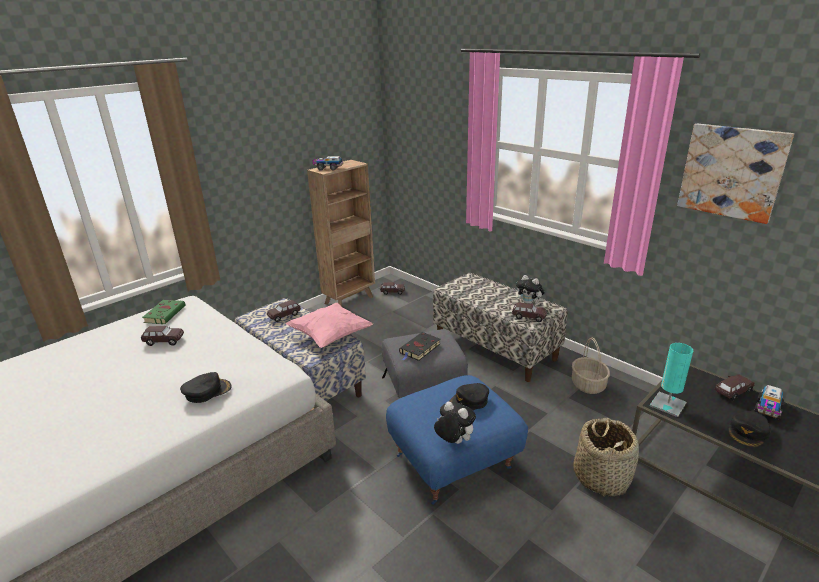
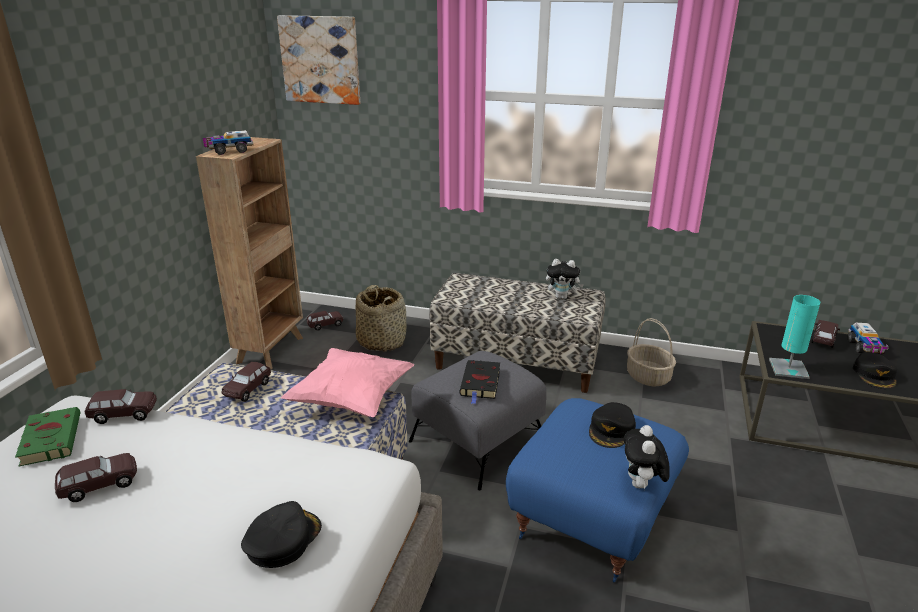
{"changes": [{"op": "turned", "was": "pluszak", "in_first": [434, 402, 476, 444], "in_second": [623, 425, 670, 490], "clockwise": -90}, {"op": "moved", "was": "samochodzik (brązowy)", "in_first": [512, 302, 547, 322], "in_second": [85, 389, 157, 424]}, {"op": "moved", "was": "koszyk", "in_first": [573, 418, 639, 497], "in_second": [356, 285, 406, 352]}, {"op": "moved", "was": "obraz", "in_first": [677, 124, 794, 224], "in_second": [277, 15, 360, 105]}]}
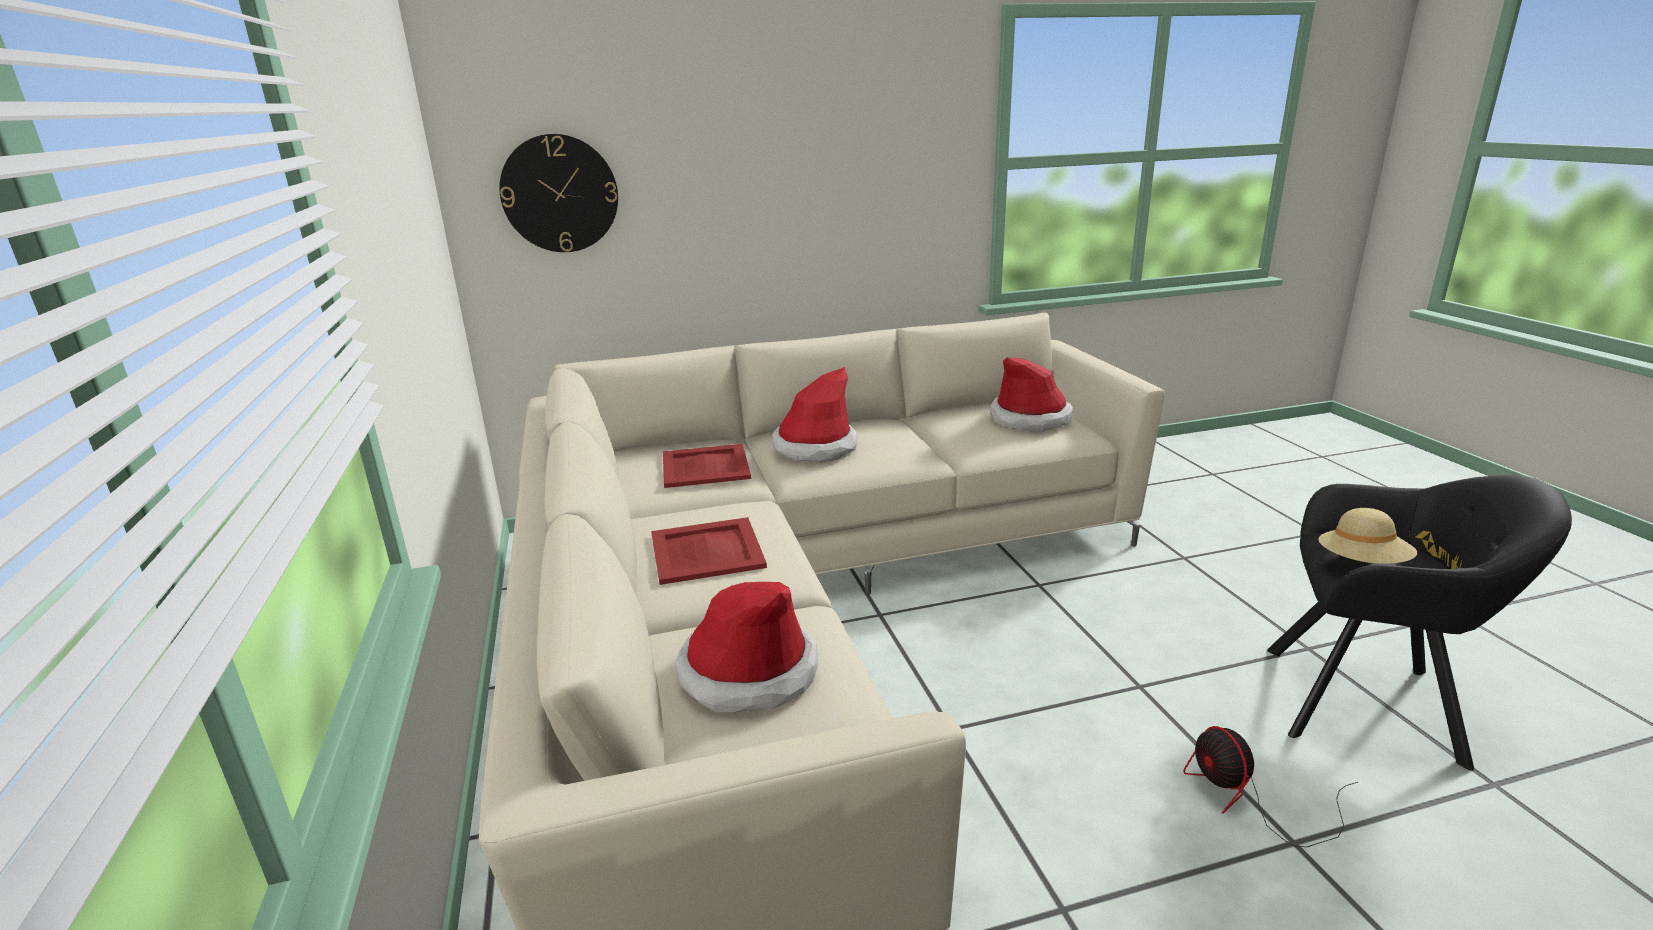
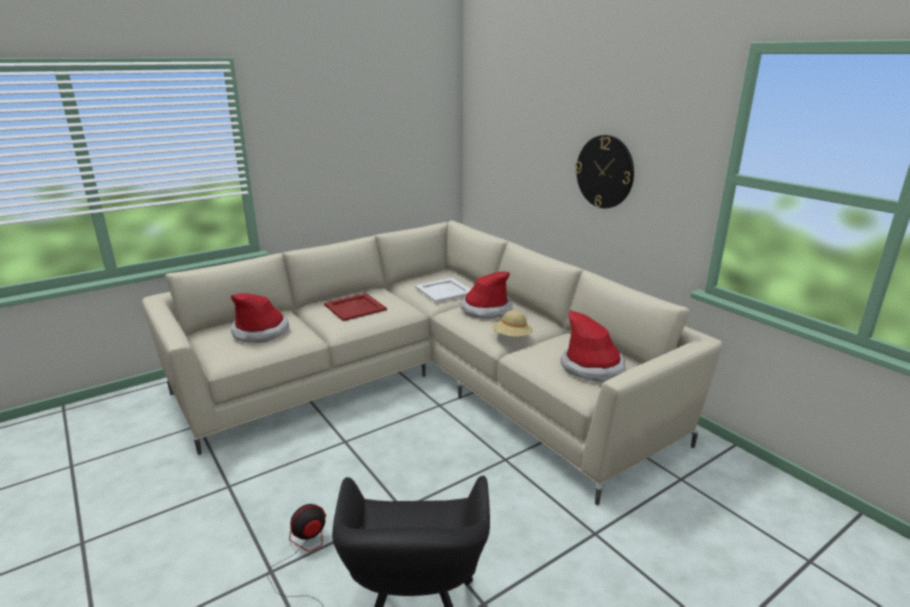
{"changes": [{"op": "moved", "was": "zegar ścienny", "in_first": [499, 134, 618, 252], "in_second": [575, 135, 634, 208]}, {"op": "recoloured", "was": "taca (czerwony)", "now": "taca (biały)", "in_first": [663, 444, 751, 488], "in_second": [415, 278, 471, 302]}, {"op": "moved", "was": "kapelusz (beżowy)", "in_first": [1318, 508, 1417, 564], "in_second": [492, 310, 533, 337]}]}
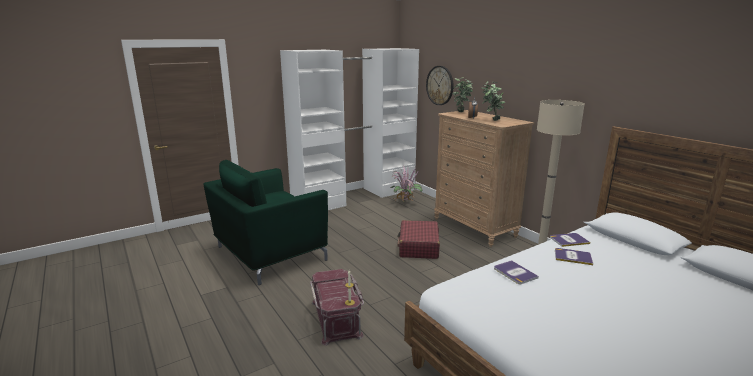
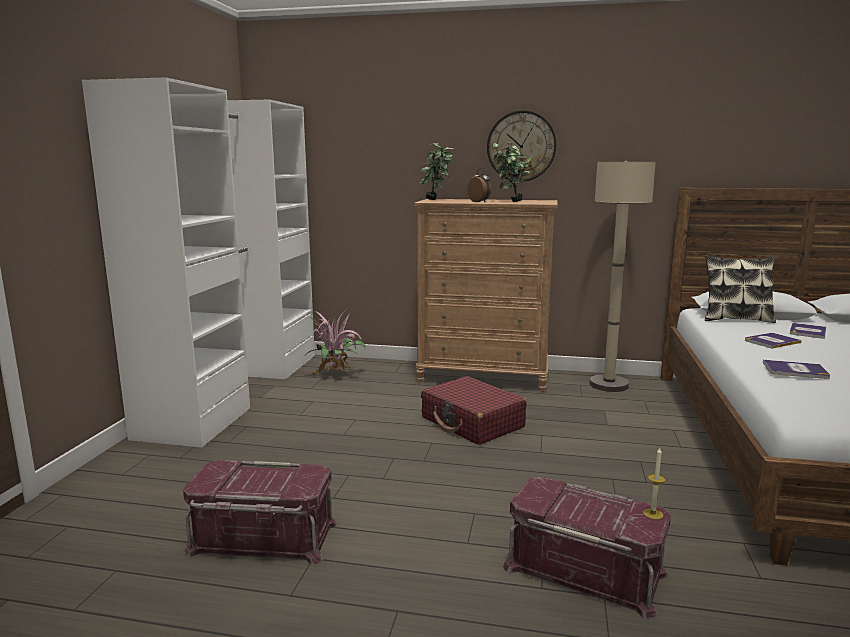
{"changes": [{"op": "replaced", "was": "fotel (zielony)", "now": "pojemnik do przechowywania (czerwony)", "in_first": [204, 160, 328, 285], "in_second": [183, 460, 337, 565]}, {"op": "moved", "was": "zegar ścienny", "in_first": [426, 66, 454, 105], "in_second": [487, 110, 556, 181]}, {"op": "moved", "was": "książka", "in_first": [550, 233, 590, 247], "in_second": [790, 323, 826, 339]}, {"op": "added", "now": "poduszka", "in_second": [705, 255, 776, 323]}]}
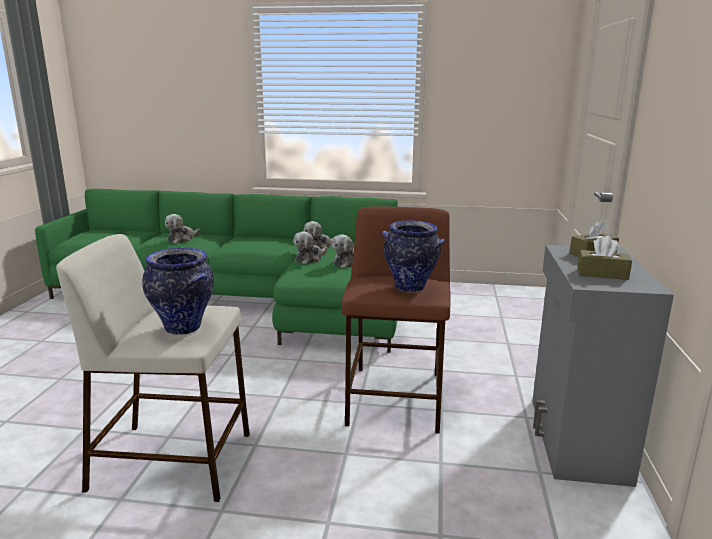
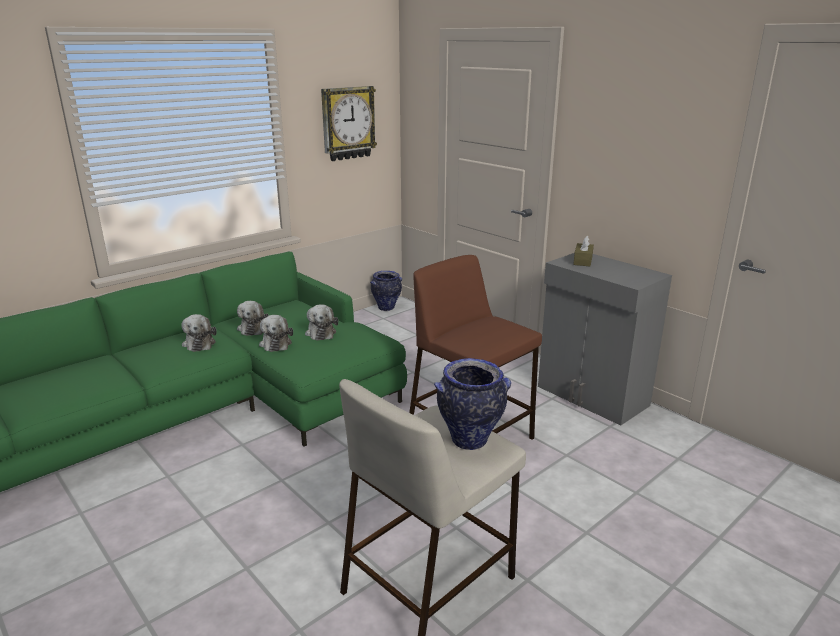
{"changes": [{"op": "moved", "was": "pluszak", "in_first": [165, 214, 201, 243], "in_second": [182, 314, 217, 352]}, {"op": "moved", "was": "wazon", "in_first": [382, 220, 445, 293], "in_second": [370, 271, 402, 311]}, {"op": "removed", "was": "pudełko chusteczek (brązowy)", "in_first": [577, 236, 632, 280]}, {"op": "added", "now": "zegar ścienny", "in_second": [321, 86, 377, 161]}]}
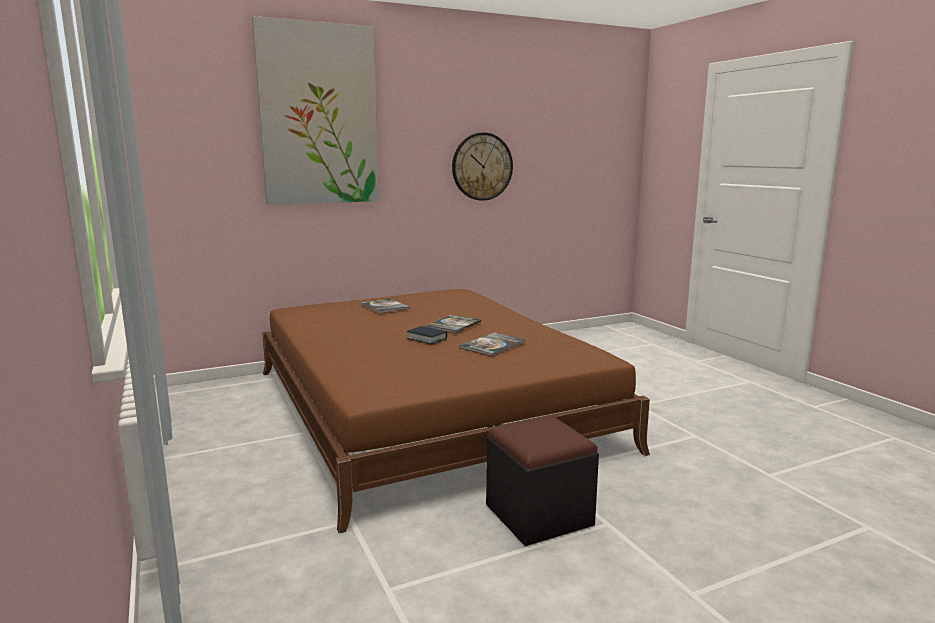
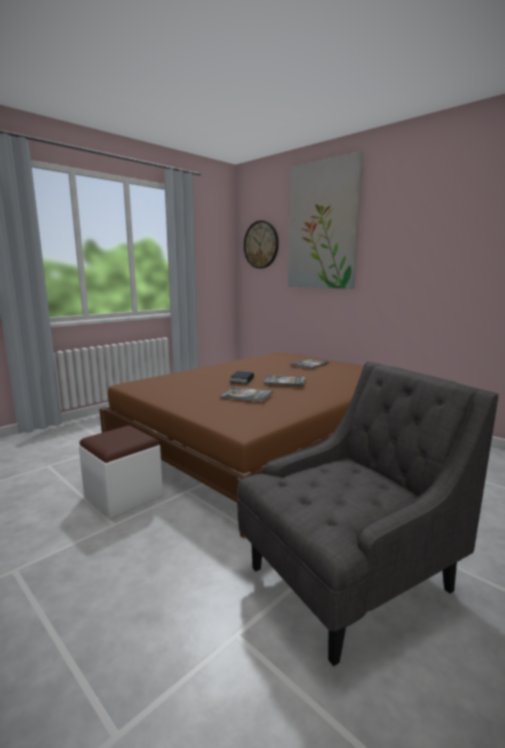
{"changes": [{"op": "moved", "was": "zegar ścienny", "in_first": [452, 133, 513, 201], "in_second": [244, 220, 279, 269]}, {"op": "recoloured", "was": "pufa (czarny)", "now": "pufa (biały)", "in_first": [486, 416, 599, 546], "in_second": [79, 425, 163, 518]}, {"op": "added", "now": "fotel (szary)", "in_second": [237, 362, 499, 666]}]}
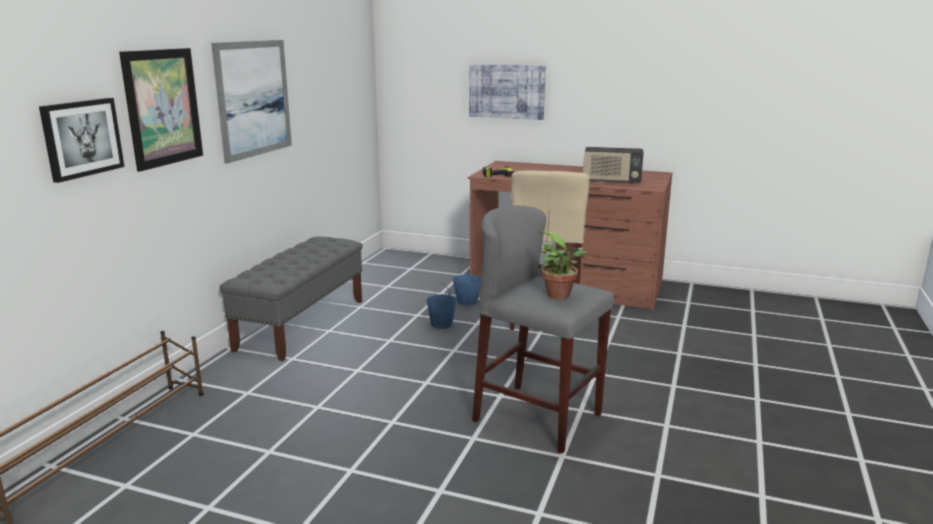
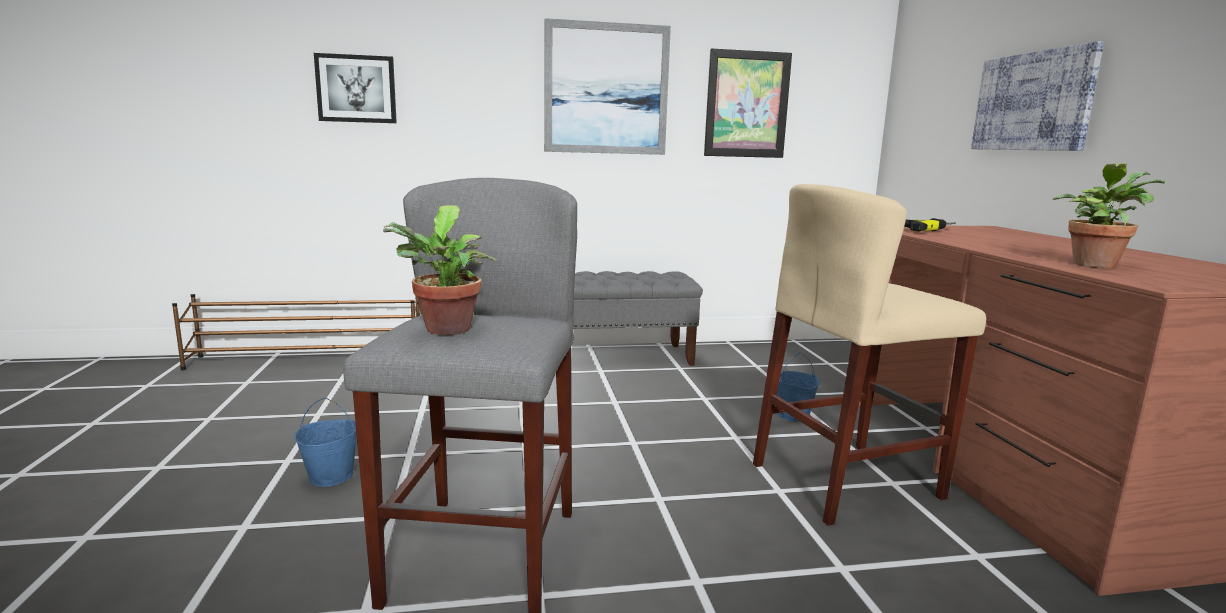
{"changes": [{"op": "moved", "was": "obraz", "in_first": [119, 48, 203, 172], "in_second": [704, 48, 792, 158]}, {"op": "moved", "was": "wiadro (niebieski)", "in_first": [426, 283, 457, 329], "in_second": [294, 397, 357, 487]}, {"op": "replaced", "was": "radio", "now": "roślina doniczkowa", "in_first": [583, 147, 643, 184], "in_second": [1053, 163, 1165, 268]}]}
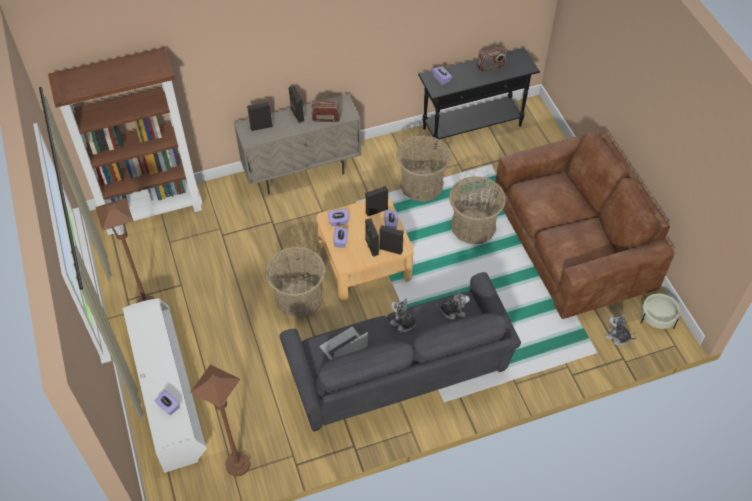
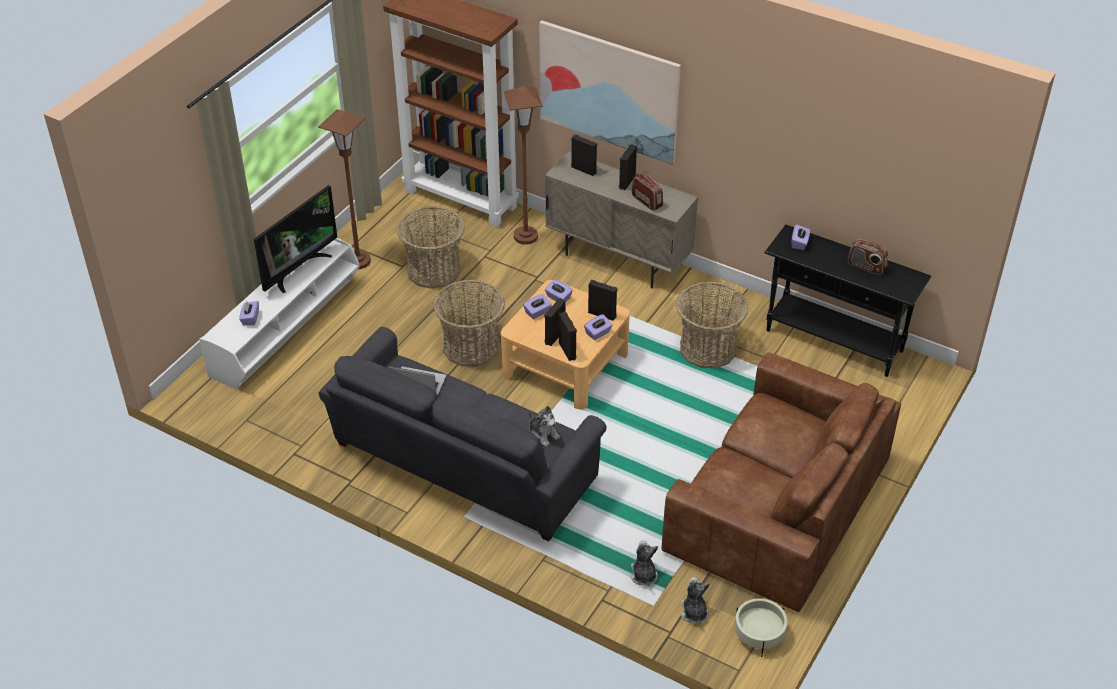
{"changes": [{"op": "moved", "was": "lampa stojąca (brązowy)", "in_first": [190, 364, 250, 476], "in_second": [504, 86, 543, 245]}, {"op": "moved", "was": "pluszak", "in_first": [390, 298, 420, 332], "in_second": [630, 540, 658, 586]}, {"op": "moved", "was": "koszyk", "in_first": [449, 176, 506, 244], "in_second": [397, 206, 465, 289]}, {"op": "added", "now": "telewizor", "in_second": [254, 185, 337, 293]}, {"op": "added", "now": "obraz", "in_second": [539, 20, 681, 165]}]}
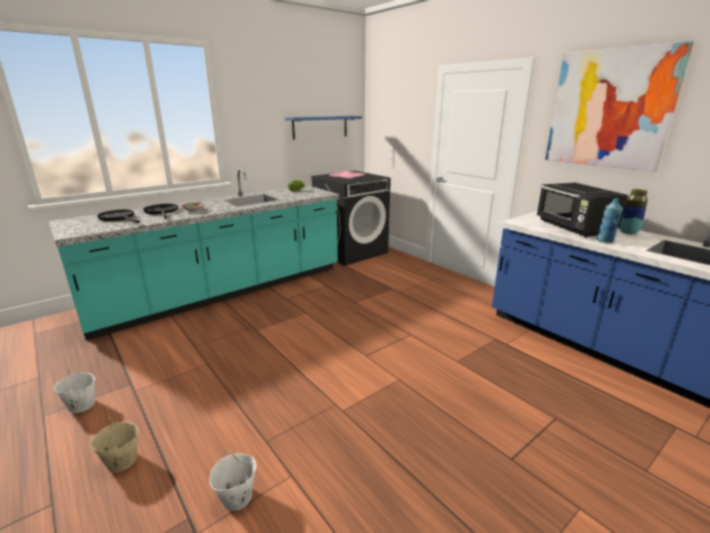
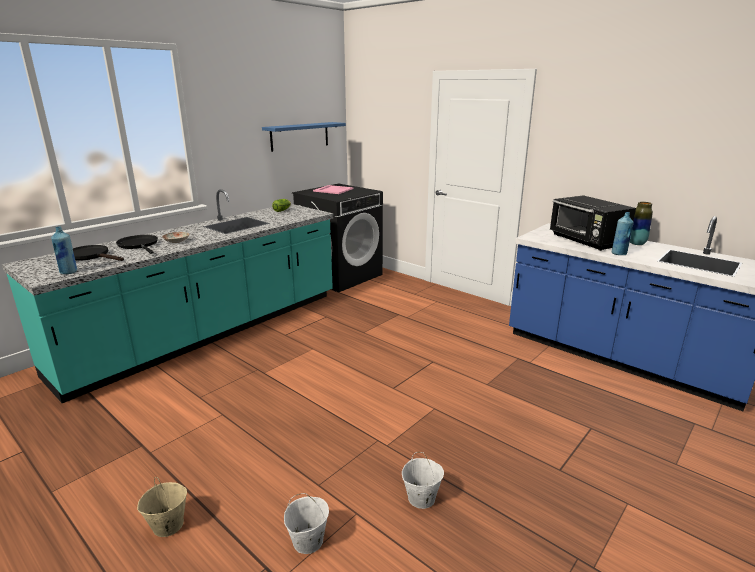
{"changes": [{"op": "moved", "was": "wiadro (biały)", "in_first": [53, 366, 95, 413], "in_second": [402, 452, 444, 509]}, {"op": "removed", "was": "obraz", "in_first": [545, 41, 694, 172]}, {"op": "added", "now": "butelka (niebieski)", "in_second": [51, 227, 77, 274]}]}
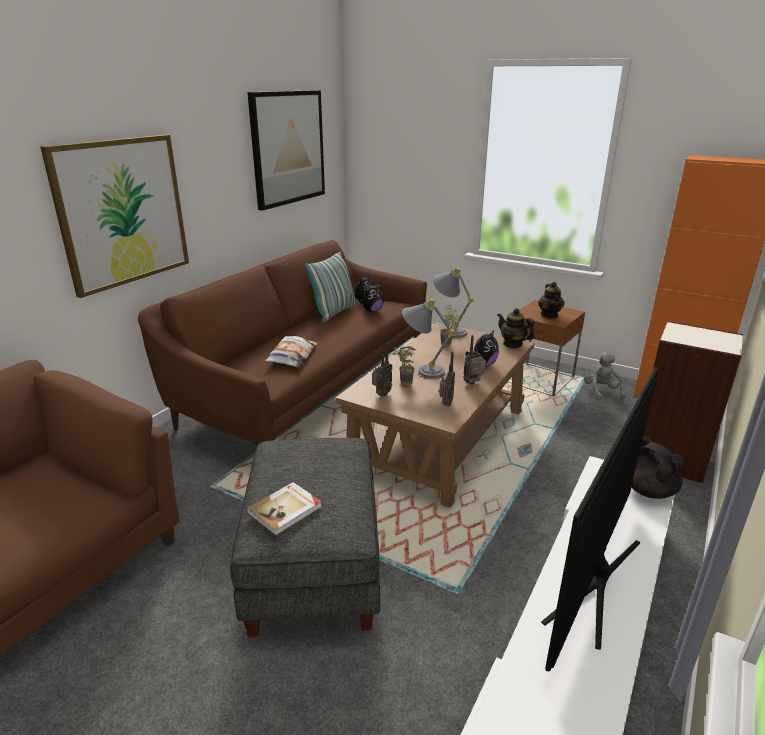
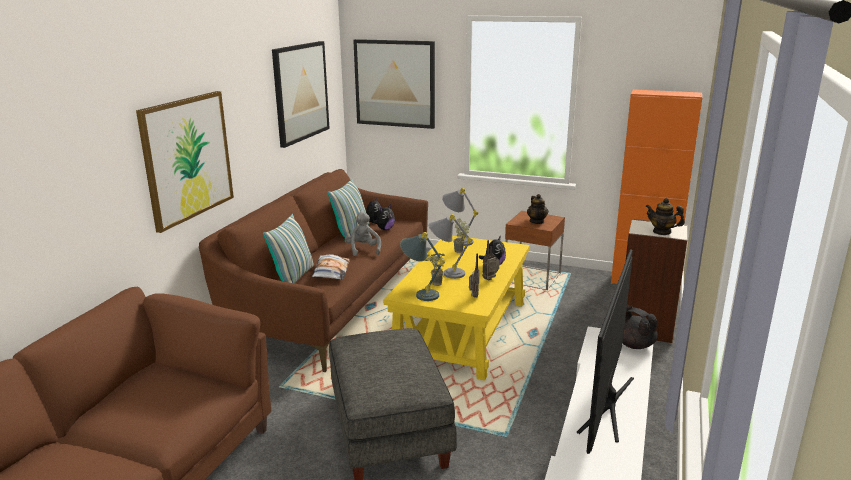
{"changes": [{"op": "removed", "was": "książka", "in_first": [247, 482, 322, 536]}, {"op": "recoloured", "was": "ława (brązowy)", "now": "ława (żółty)", "in_first": [335, 322, 534, 508], "in_second": [383, 236, 530, 381]}, {"op": "replaced", "was": "radio", "now": "lampa stołowa (szary)", "in_first": [372, 343, 392, 396], "in_second": [400, 232, 445, 301]}, {"op": "moved", "was": "imbryk", "in_first": [497, 308, 534, 348], "in_second": [646, 198, 685, 235]}, {"op": "moved", "was": "pluszak (szary)", "in_first": [584, 352, 626, 401], "in_second": [345, 212, 381, 256]}, {"op": "added", "now": "poduszka", "in_second": [263, 214, 314, 283]}, {"op": "added", "now": "obraz", "in_second": [353, 39, 435, 129]}]}
